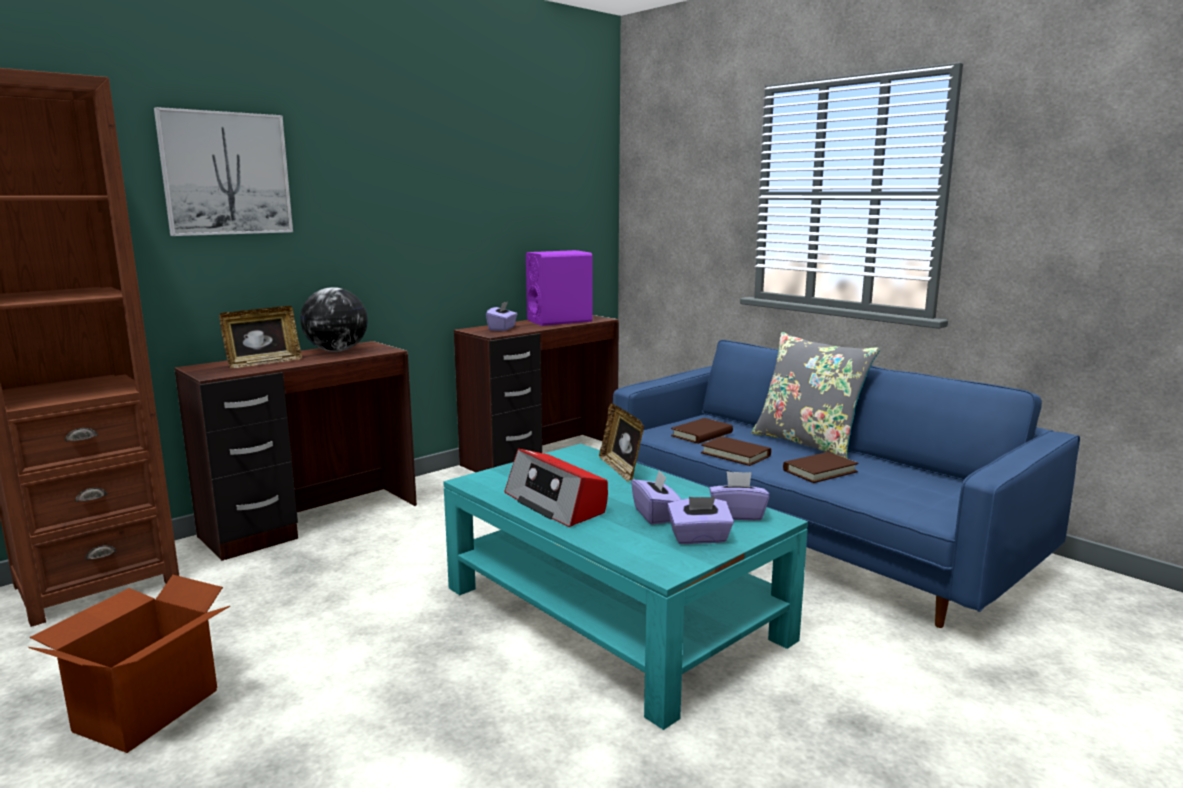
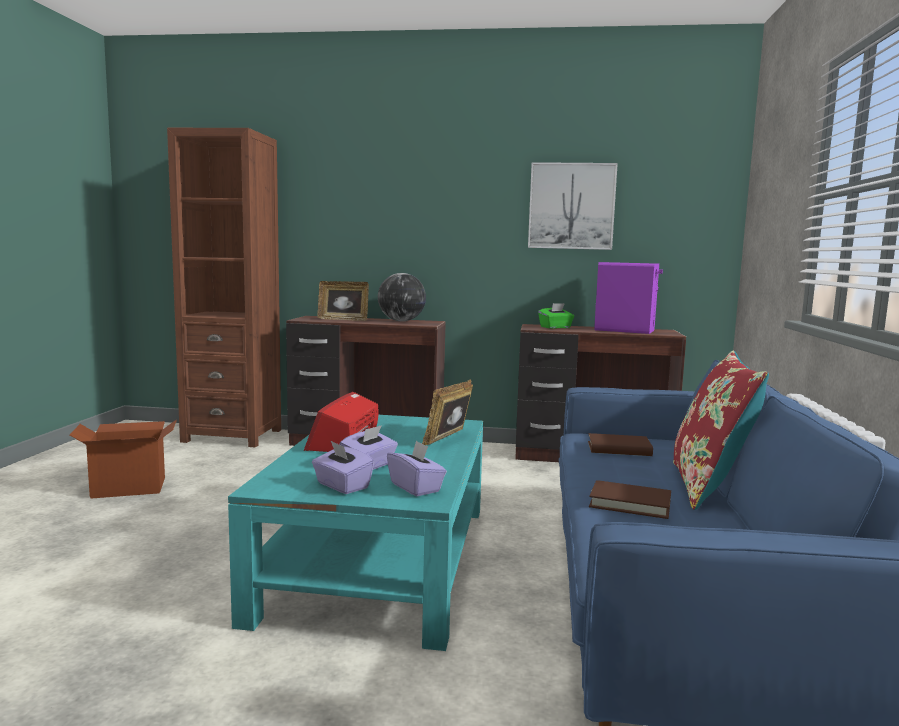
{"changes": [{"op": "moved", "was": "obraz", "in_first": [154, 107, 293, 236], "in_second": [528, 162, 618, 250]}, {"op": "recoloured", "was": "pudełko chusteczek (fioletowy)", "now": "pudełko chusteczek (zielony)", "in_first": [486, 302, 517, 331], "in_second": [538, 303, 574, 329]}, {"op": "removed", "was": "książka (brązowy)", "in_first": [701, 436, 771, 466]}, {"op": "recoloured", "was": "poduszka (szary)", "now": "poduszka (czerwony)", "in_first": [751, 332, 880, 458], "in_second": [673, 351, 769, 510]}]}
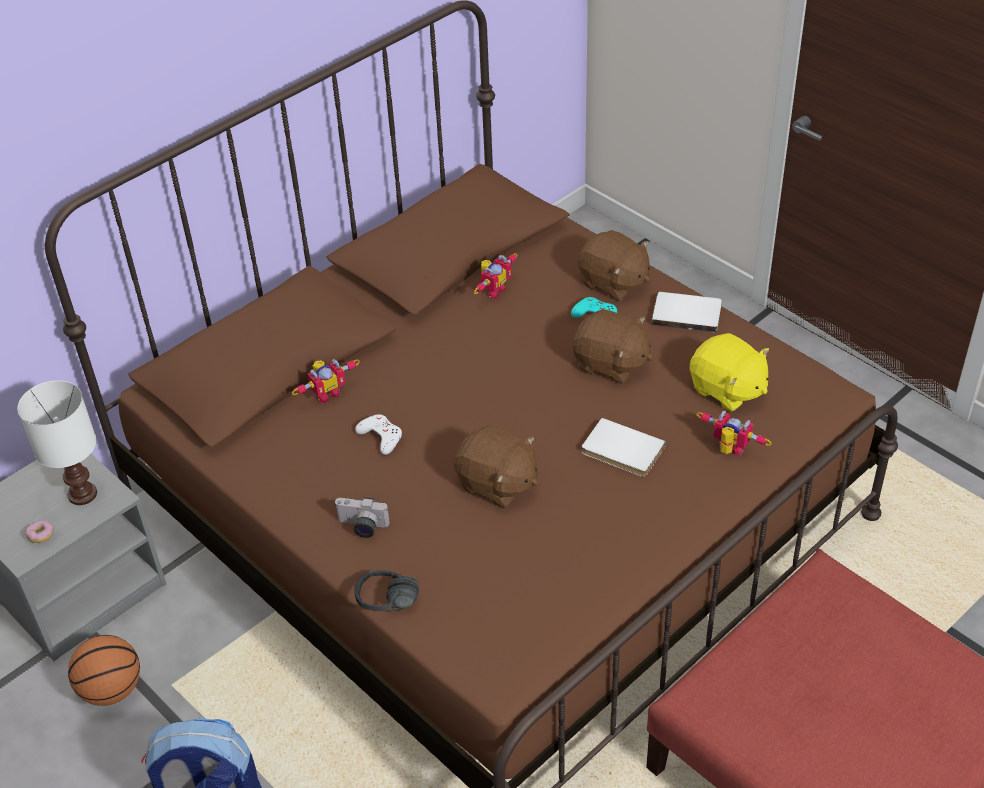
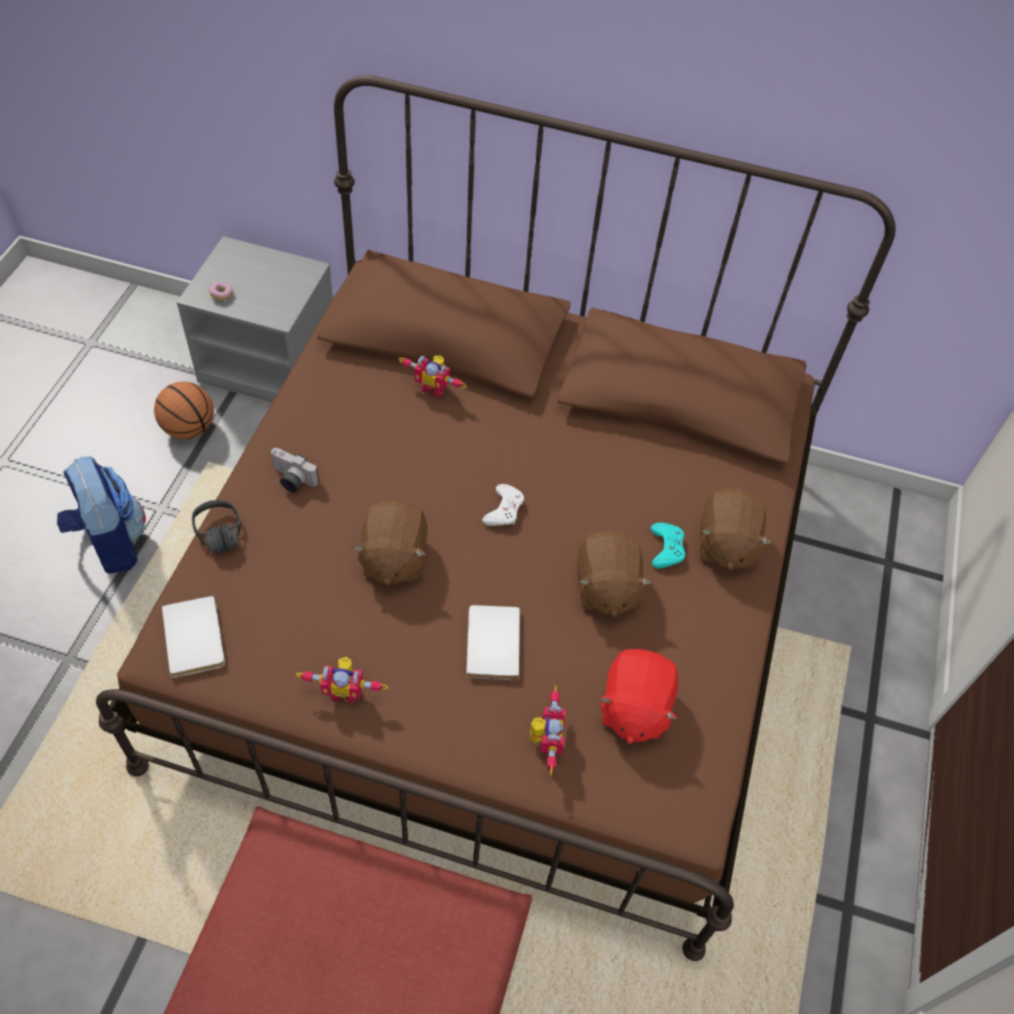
{"changes": [{"op": "removed", "was": "lampa stołowa (biały)", "in_first": [18, 380, 97, 505]}, {"op": "turned", "was": "aparat fotograficzny", "in_first": [334, 497, 390, 538], "in_second": [270, 448, 319, 492], "clockwise": -45}, {"op": "moved", "was": "pad do gier (biały)", "in_first": [355, 414, 402, 455], "in_second": [482, 484, 524, 526]}, {"op": "moved", "was": "robot zabawkowy", "in_first": [474, 253, 517, 299], "in_second": [295, 657, 388, 703]}, {"op": "moved", "was": "książka (biały)", "in_first": [652, 292, 722, 333], "in_second": [162, 596, 225, 678]}, {"op": "recoloured", "was": "pluszak (żółty)", "now": "pluszak (czerwony)", "in_first": [690, 333, 769, 412], "in_second": [600, 649, 678, 744]}]}
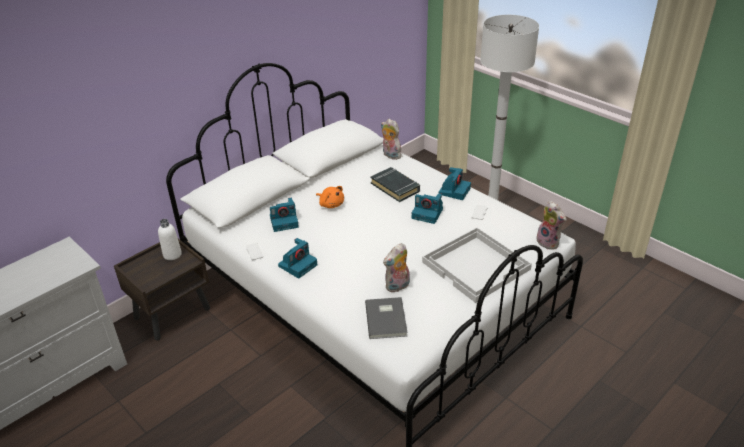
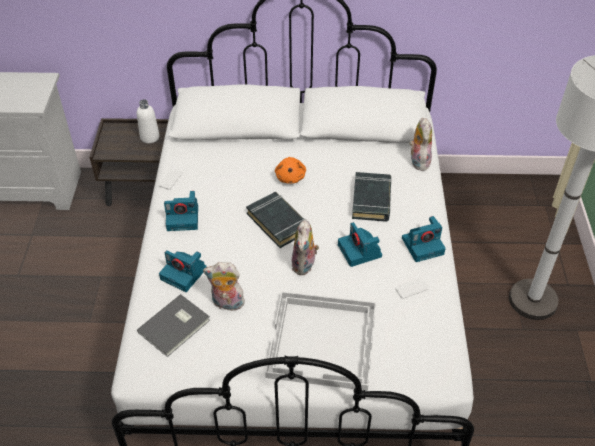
{"changes": [{"op": "moved", "was": "aparat fotograficzny", "in_first": [270, 198, 299, 232], "in_second": [159, 250, 207, 292]}, {"op": "moved", "was": "pluszak", "in_first": [536, 201, 567, 250], "in_second": [292, 219, 319, 275]}, {"op": "added", "now": "książka (czarny)", "in_second": [246, 192, 305, 248]}]}
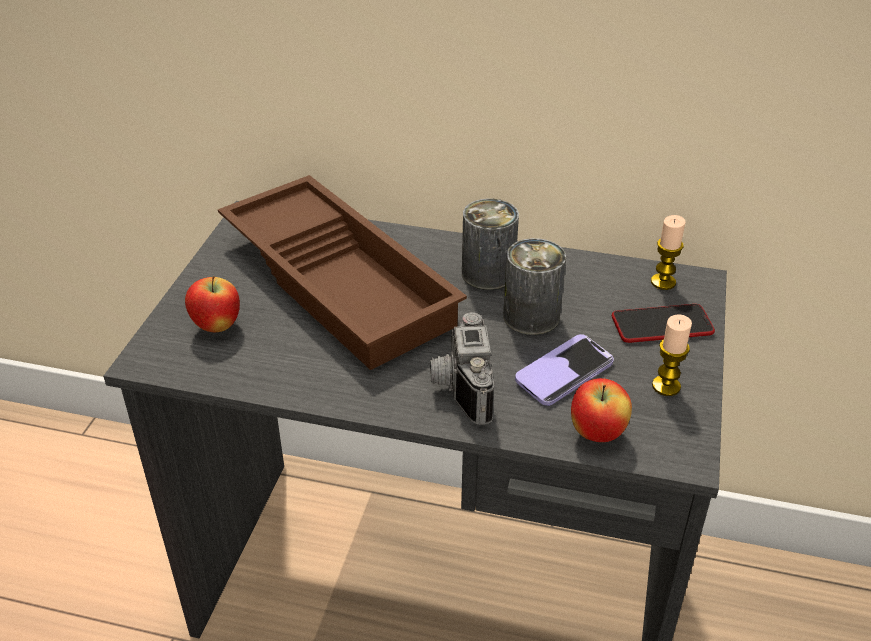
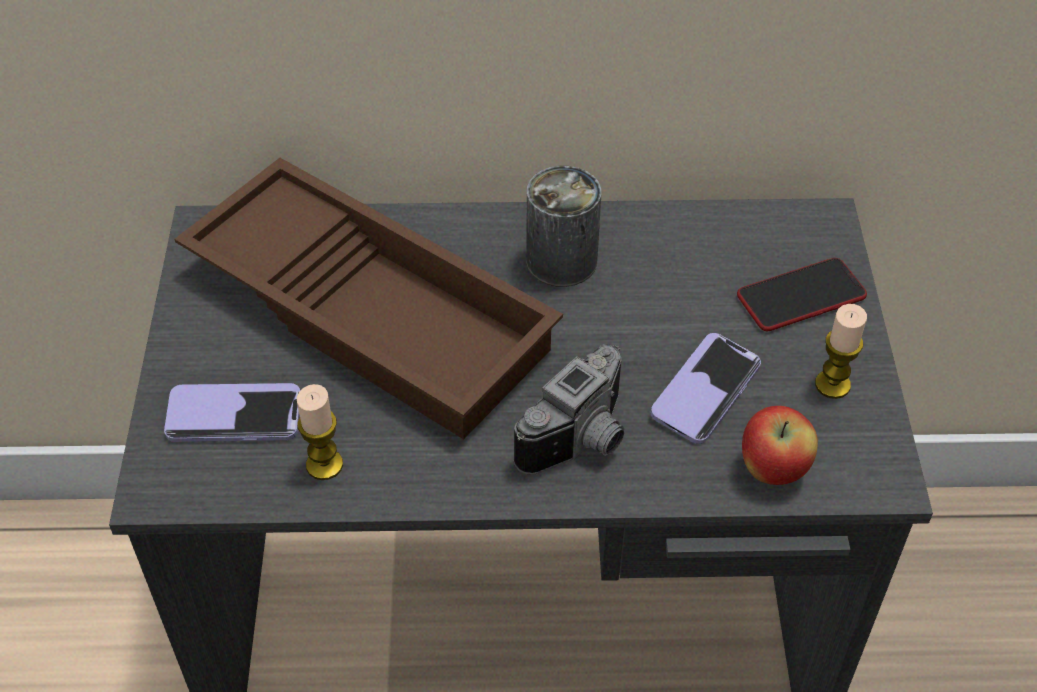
{"changes": [{"op": "replaced", "was": "jabłko", "now": "telefon", "in_first": [185, 276, 240, 332], "in_second": [164, 383, 300, 442]}, {"op": "turned", "was": "aparat fotograficzny", "in_first": [430, 312, 494, 425], "in_second": [514, 344, 624, 475], "clockwise": -120}, {"op": "removed", "was": "puszka", "in_first": [503, 238, 566, 335]}, {"op": "moved", "was": "świeca", "in_first": [651, 215, 686, 290], "in_second": [297, 384, 343, 480]}]}
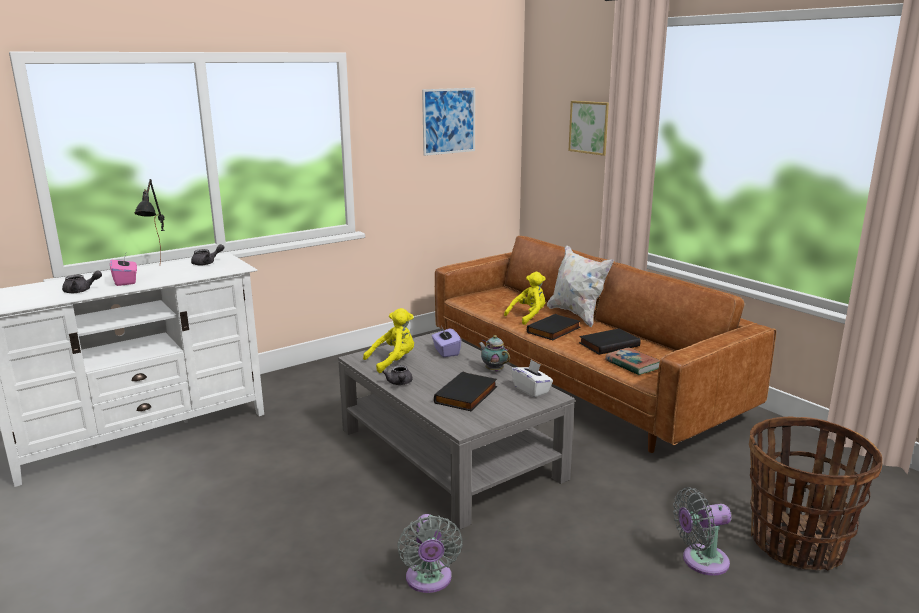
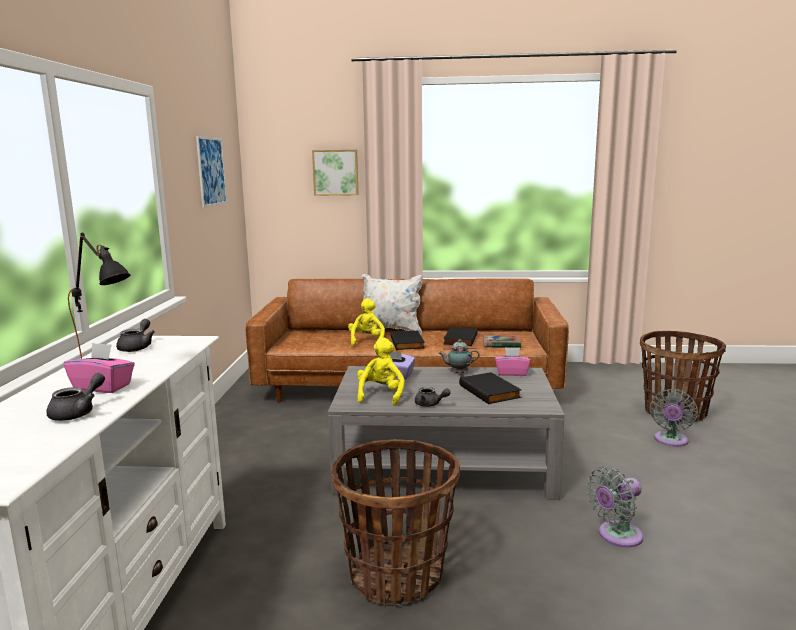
{"changes": [{"op": "turned", "was": "wentylator (szary)", "in_first": [397, 514, 463, 593], "in_second": [587, 466, 643, 548], "clockwise": 120}, {"op": "recoloured", "was": "pudełko chusteczek (biały)", "now": "pudełko chusteczek (różowy)", "in_first": [511, 359, 553, 398], "in_second": [495, 347, 531, 376]}, {"op": "added", "now": "koszyk", "in_second": [332, 439, 460, 605]}]}
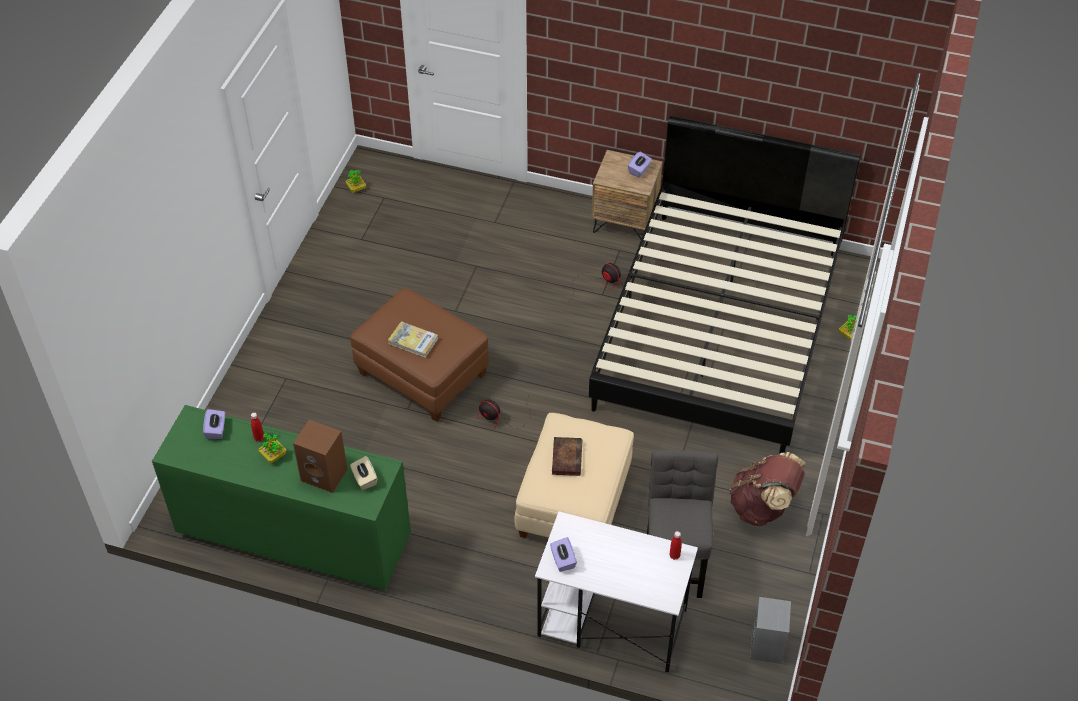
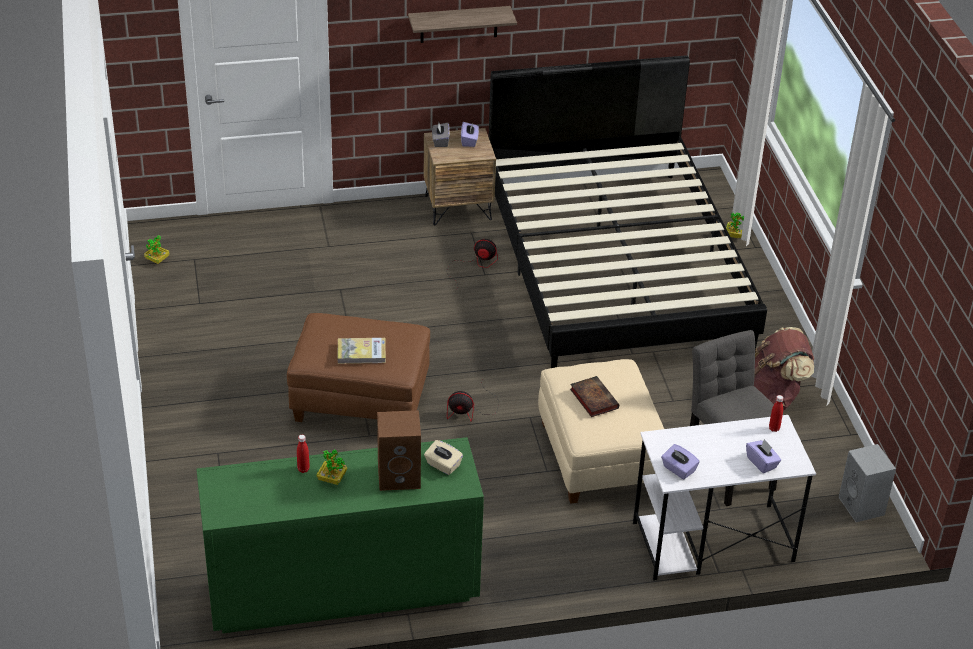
{"changes": [{"op": "moved", "was": "pudełko chusteczek (fioletowy)", "in_first": [203, 409, 225, 439], "in_second": [746, 439, 781, 473]}, {"op": "added", "now": "półka", "in_second": [408, 6, 517, 43]}, {"op": "added", "now": "pudełko chusteczek (szary)", "in_second": [432, 122, 450, 147]}]}
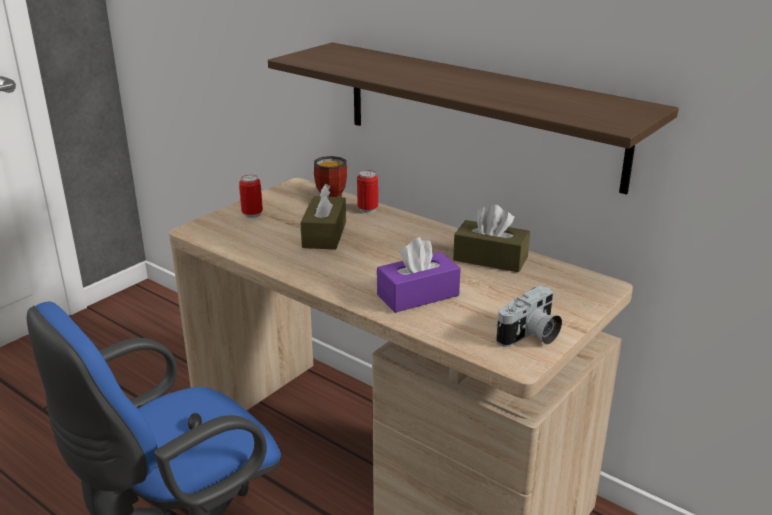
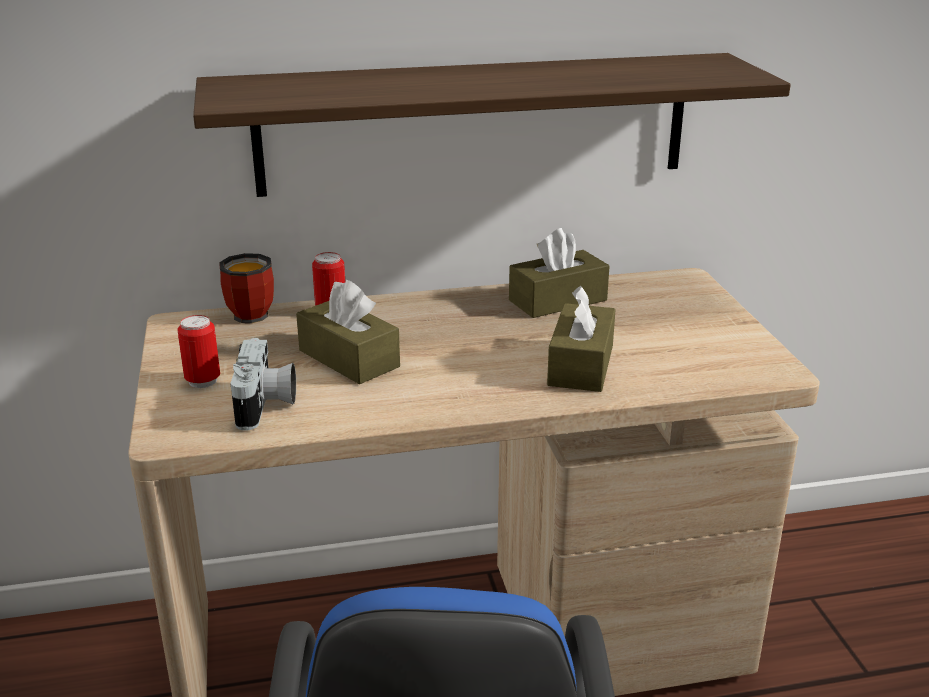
{"changes": [{"op": "recoloured", "was": "pudełko chusteczek (fioletowy)", "now": "pudełko chusteczek (brązowy)", "in_first": [377, 237, 461, 313], "in_second": [547, 286, 616, 392]}, {"op": "moved", "was": "aparat fotograficzny", "in_first": [496, 286, 562, 347], "in_second": [230, 338, 296, 431]}]}
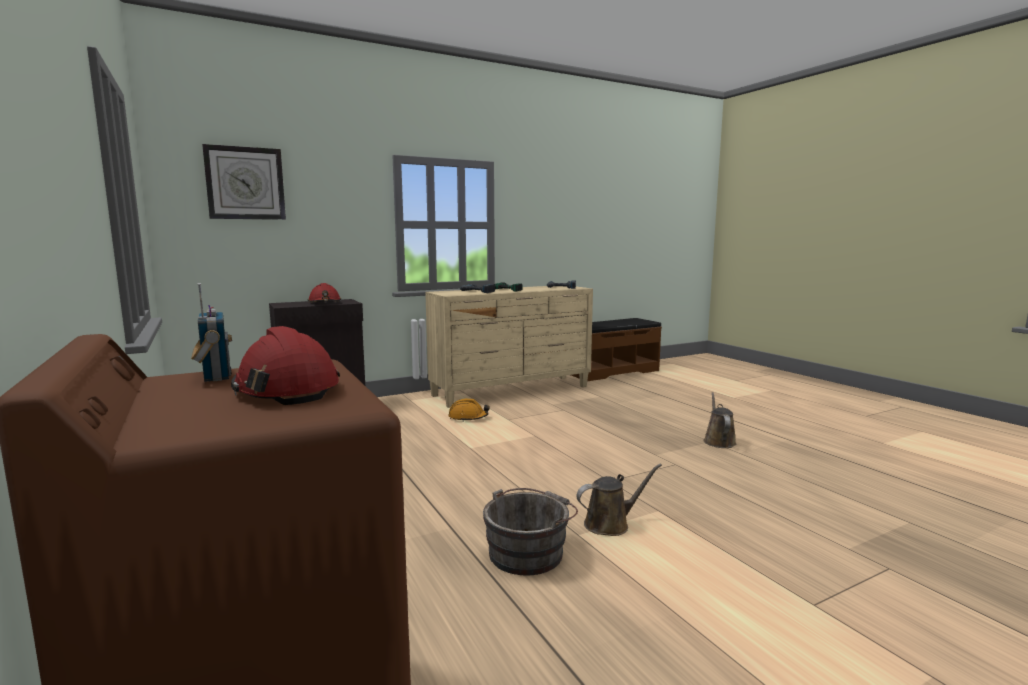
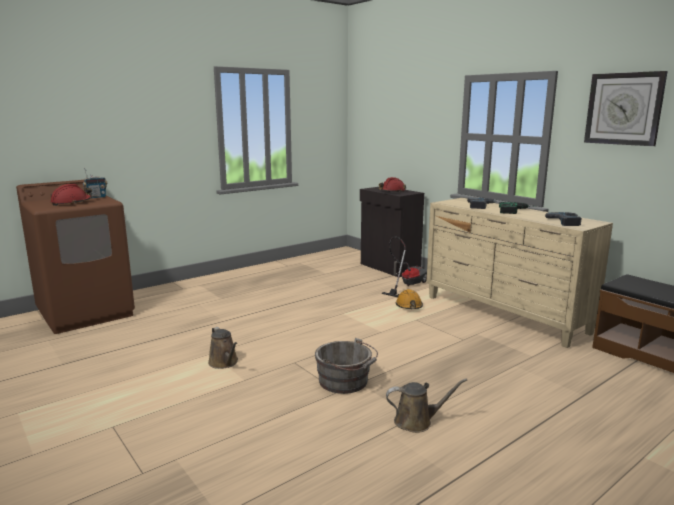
{"changes": [{"op": "moved", "was": "zegar ścienny", "in_first": [202, 144, 286, 220], "in_second": [584, 71, 668, 146]}, {"op": "moved", "was": "wiadro (szary)", "in_first": [483, 488, 578, 576], "in_second": [315, 338, 378, 394]}, {"op": "added", "now": "odkurzacz", "in_second": [381, 236, 427, 297]}]}
